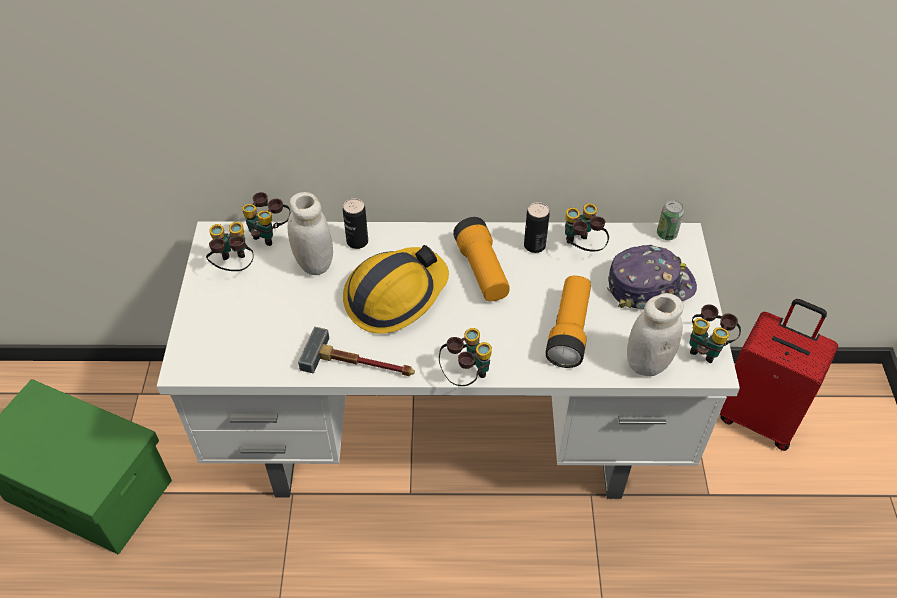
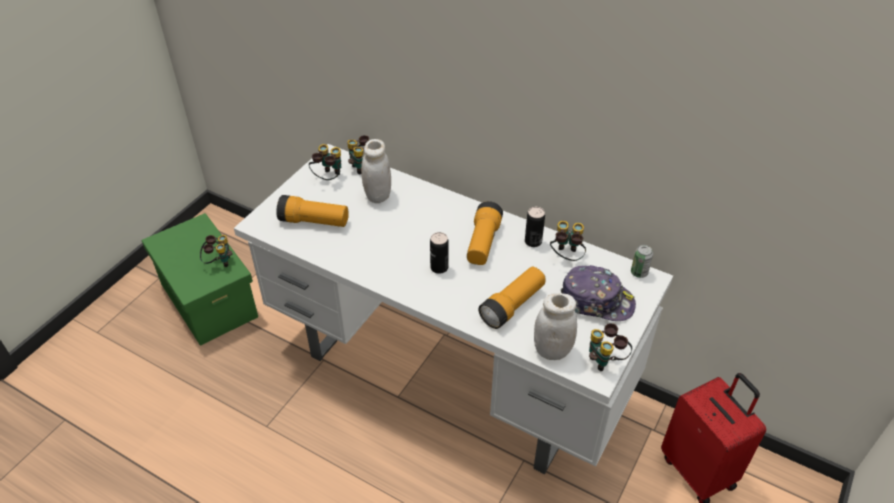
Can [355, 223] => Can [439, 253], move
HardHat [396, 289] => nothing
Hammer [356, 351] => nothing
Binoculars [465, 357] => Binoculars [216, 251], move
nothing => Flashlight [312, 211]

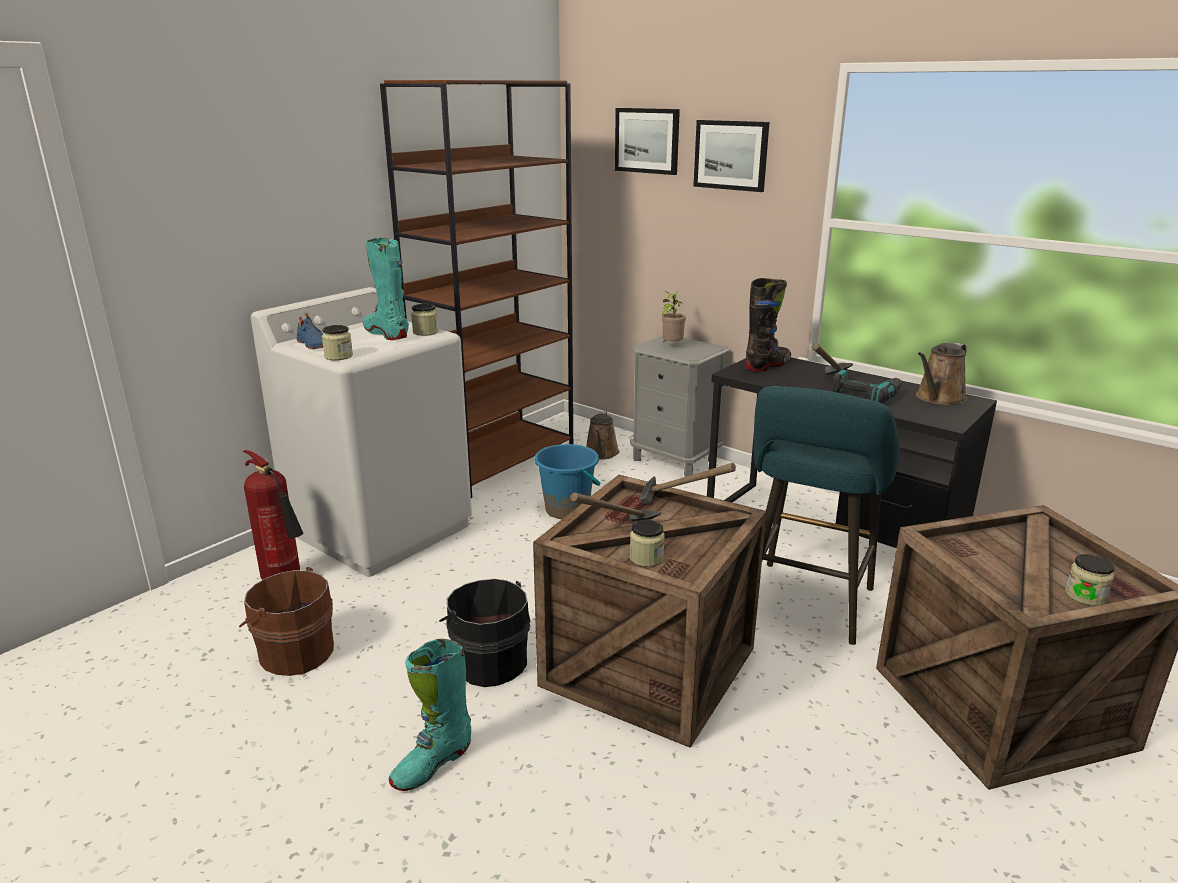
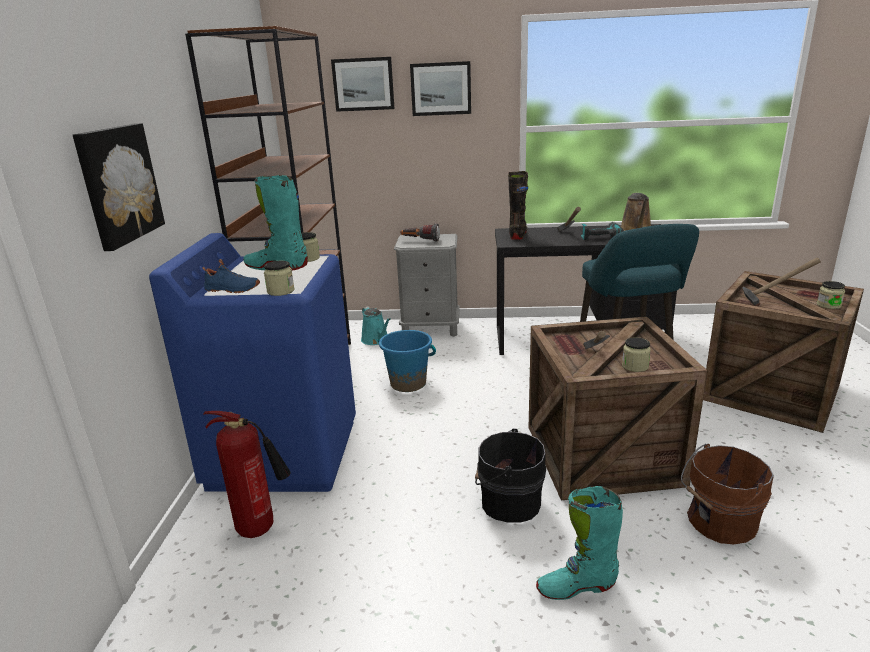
WhiteWashingMachine [361, 432] => BlueWashingMachine [252, 362]
PottedPlant [674, 316] => Flashlight [420, 232]
BrownWateringCan [602, 435] => TurquoiseWateringCan [376, 325]
Hammer [688, 483] => Hammer [781, 281], move
BrownBucket [286, 621] => BrownBucket [727, 494], move
TurquoiseBoot [429, 715] => TurquoiseBoot [579, 543], 75 degrees clockwise
nothing => Picture [119, 187]

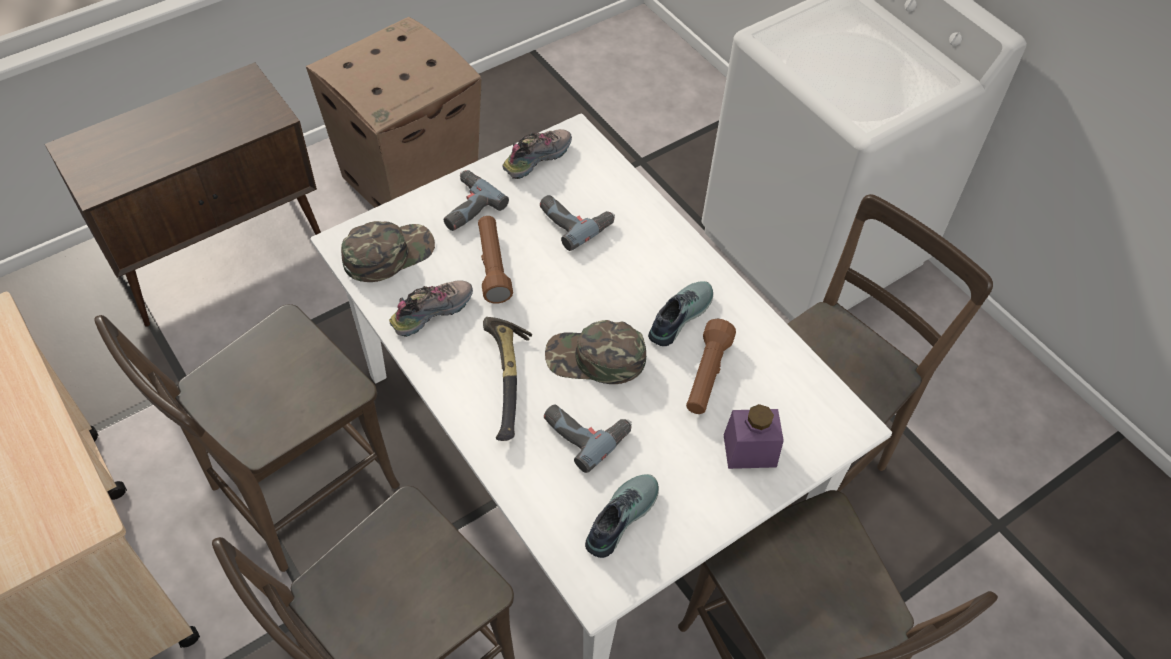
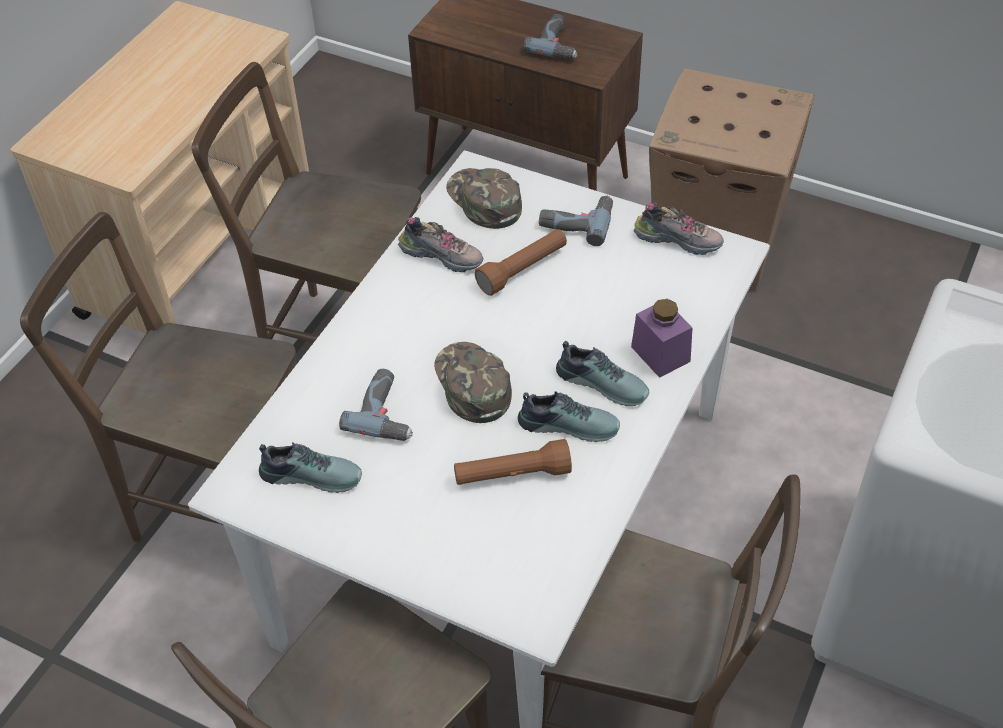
PowerDrill [577, 223] => PowerDrill [550, 37], move
GreenCap [388, 251] => GreenCap [484, 198], 150 degrees counterclockwise
Hammer [507, 379] => nothing
PurpleJar [754, 436] => PurpleJar [662, 338], move
nothing => Shoe [602, 373]

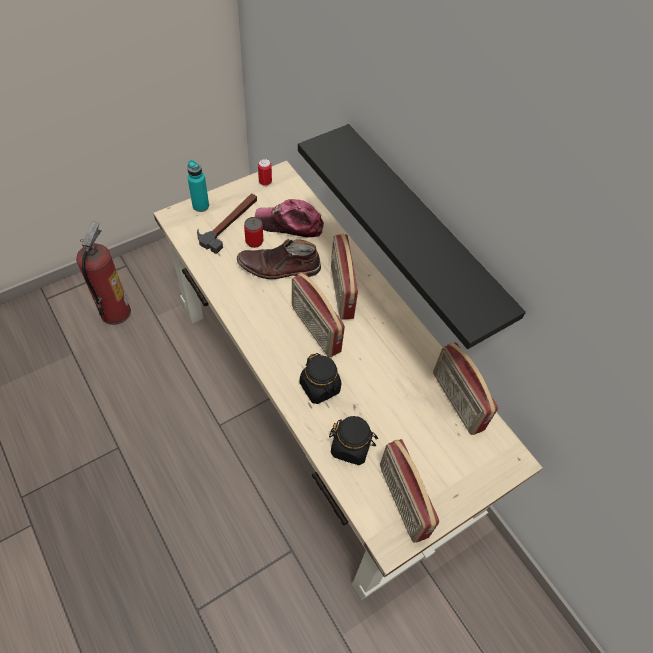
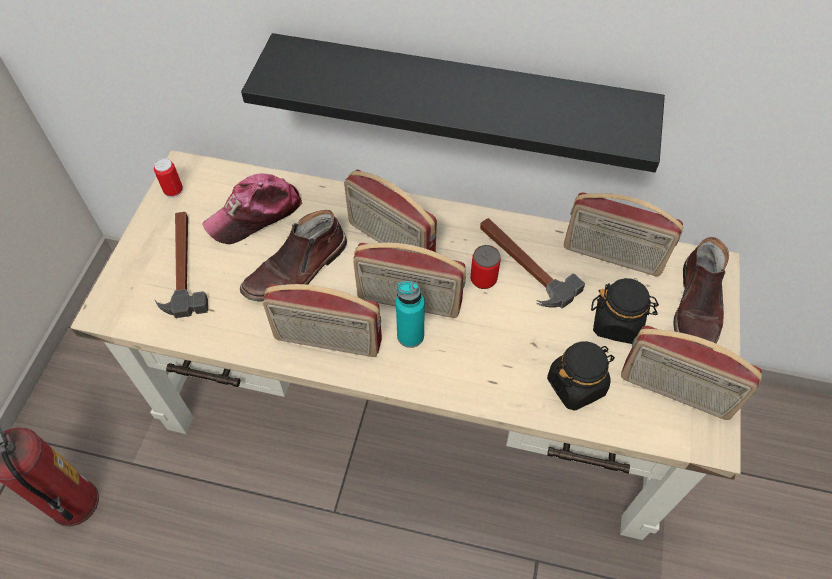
TurquoiseBottle [198, 186] => TurquoiseBottle [410, 314], move
Can [253, 232] => Can [485, 267], move
BlackJar [320, 378] => BlackJar [625, 311], move
nothing => Hammer [532, 263]
nothing => BrownBoot [701, 293]
nothing => Radio [322, 320]

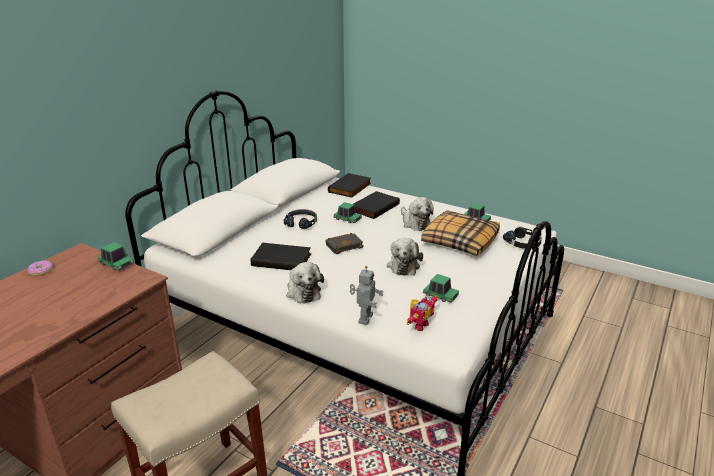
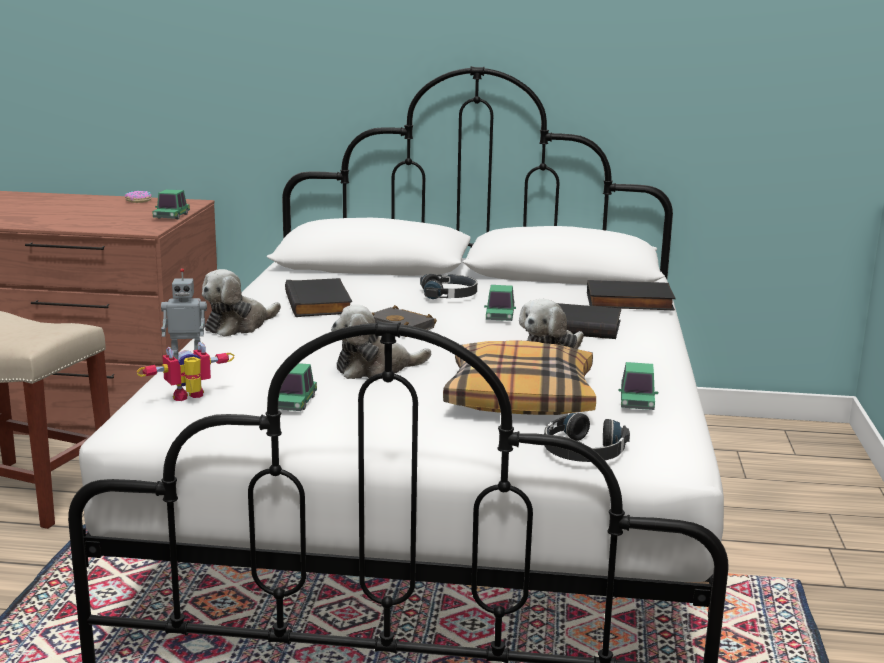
ToyRobot [422, 313] => ToyRobot [185, 371], 135 degrees clockwise

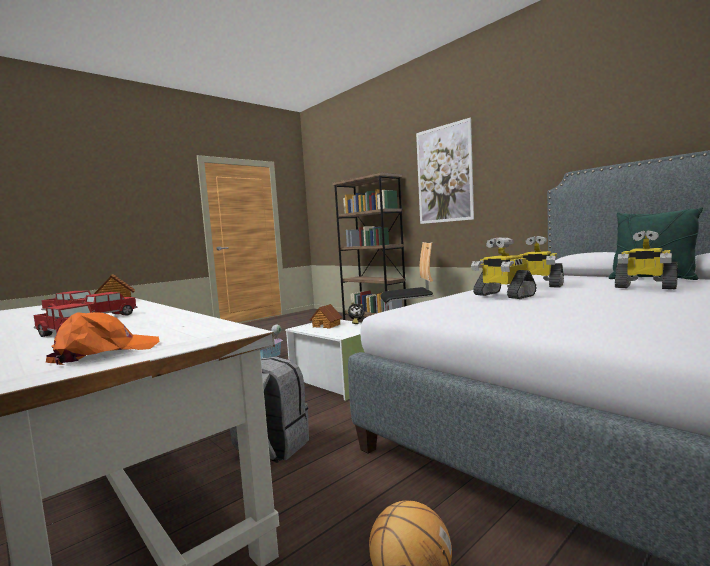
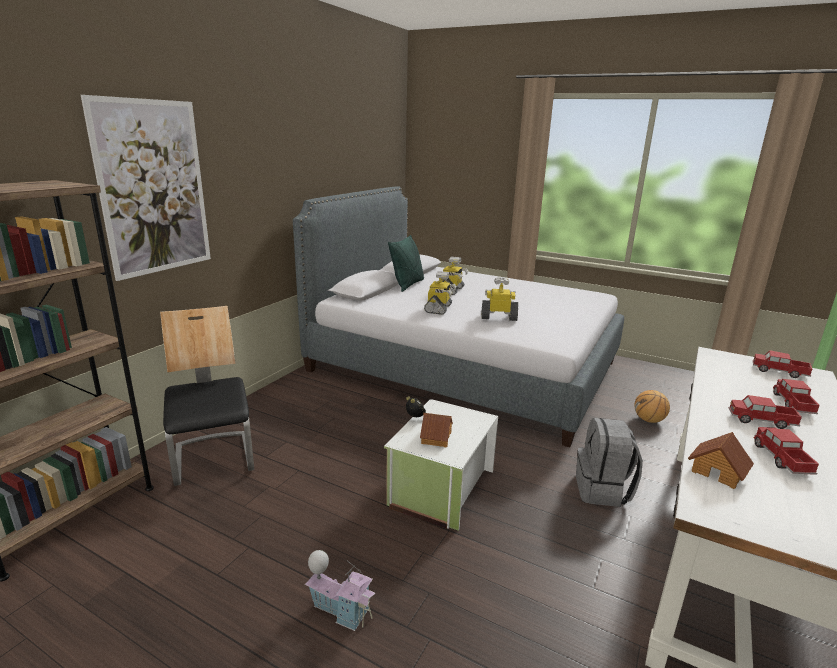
ToyRobot [504, 268] => ToyRobot [499, 298], 120 degrees counterclockwise
OrangeCap [103, 338] => ToyTruck [782, 364]

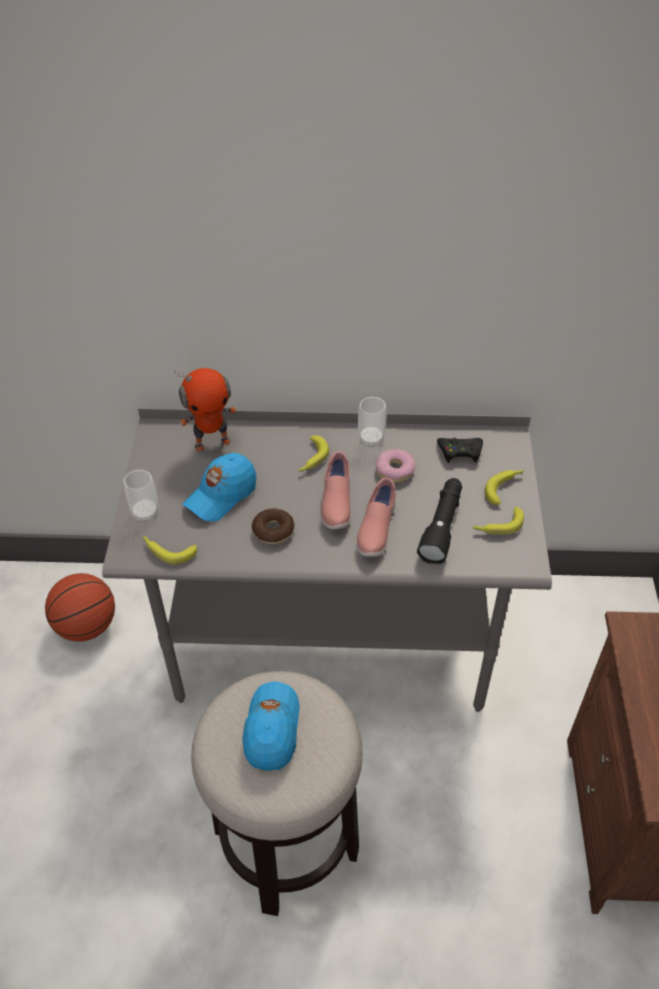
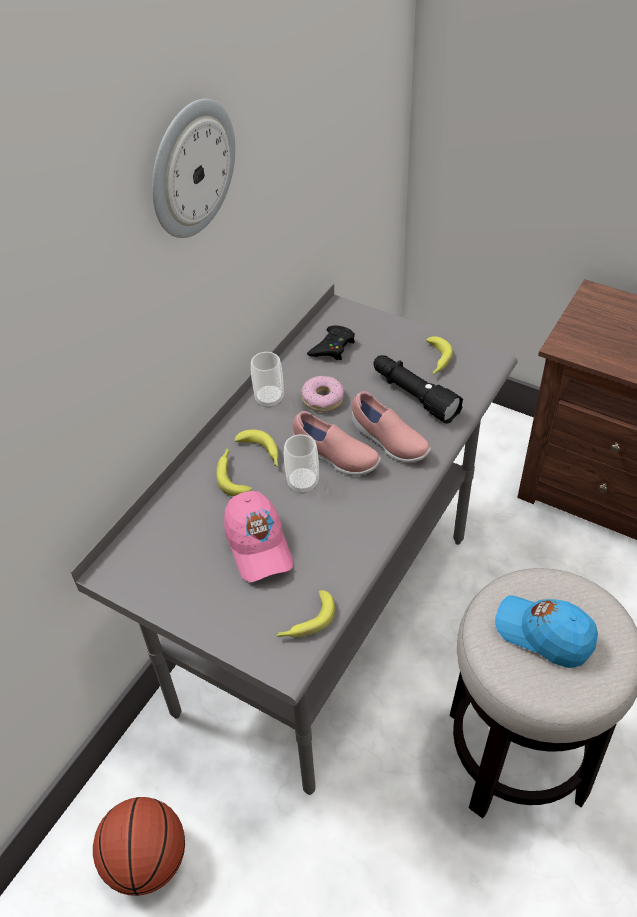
ToyRobot [206, 410] => nothing
BlueCap [220, 487] => PinkCap [258, 536]
Banana [504, 487] => Banana [234, 472], move
Cup [141, 496] => Cup [301, 464], move
Donut [273, 526] => nothing
nothing => WallClock [193, 168]

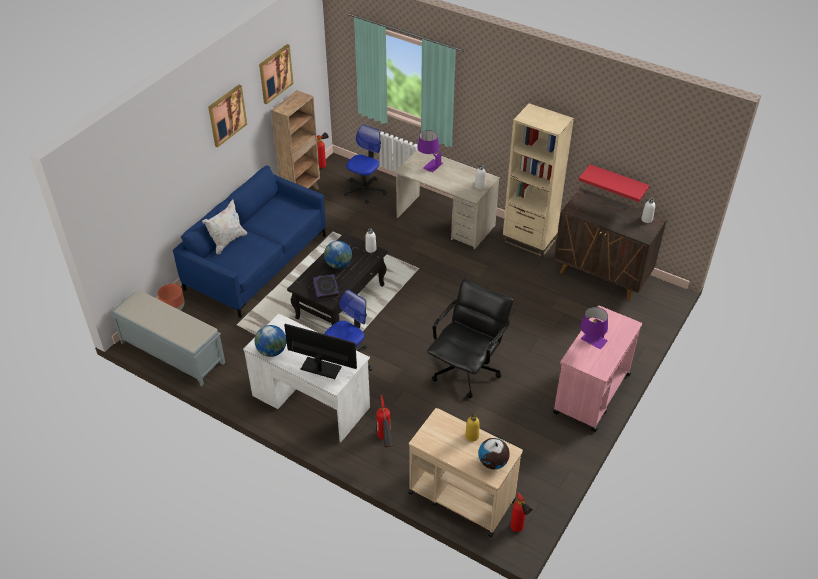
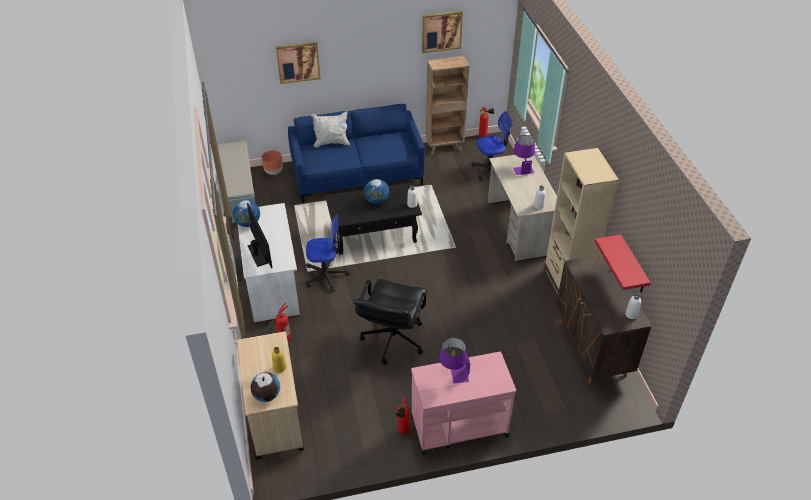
Picture [227, 116] => Picture [298, 63], move
Book [326, 287] => nothing
BlackOfficeChair [470, 338] => BlackOfficeChair [390, 321], 120 degrees clockwise
FireExtinguisher [521, 512] => FireExtinguisher [403, 415], move

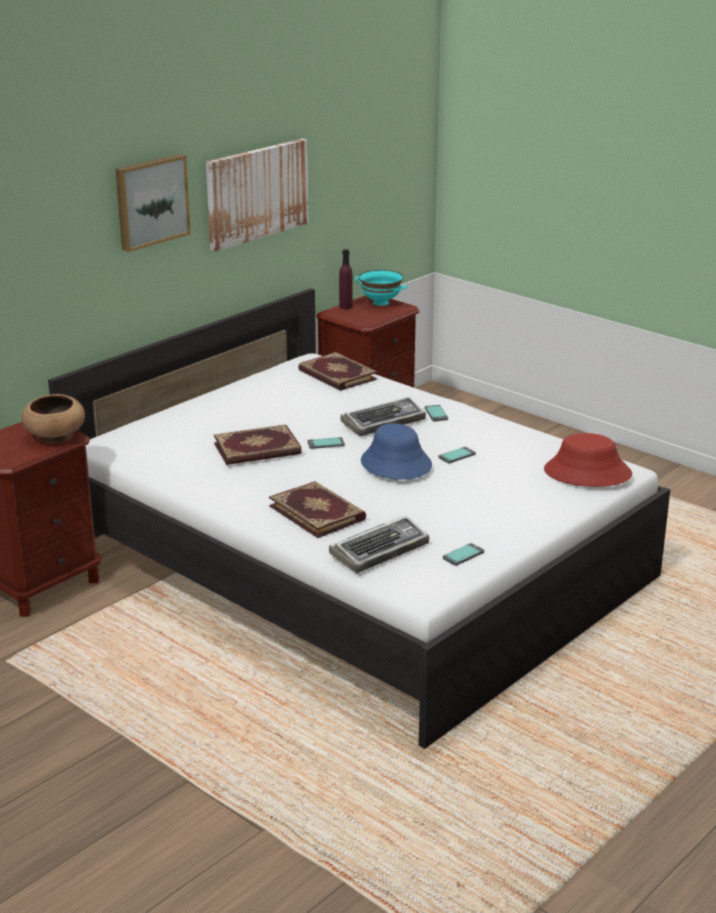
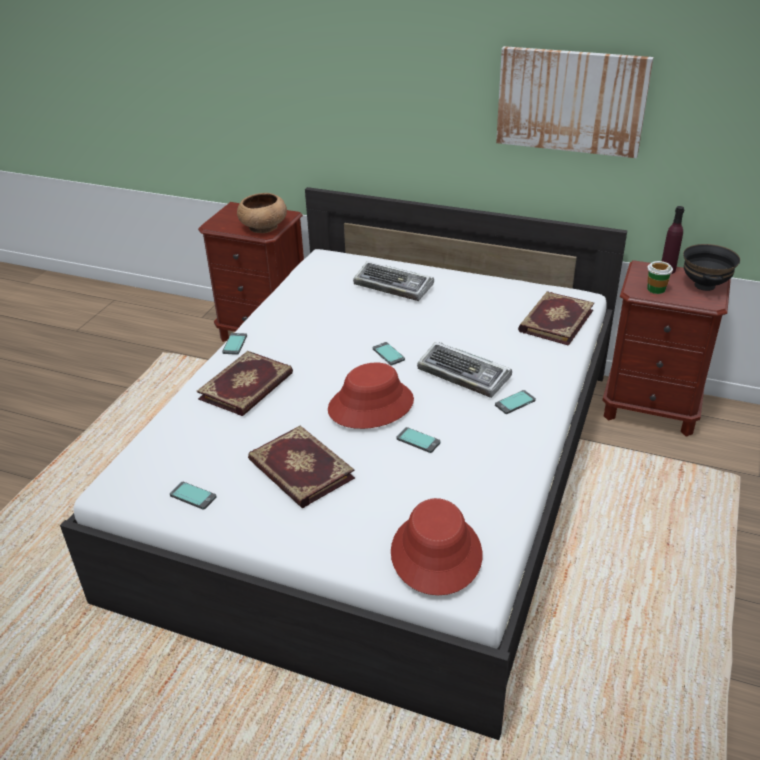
Picture [153, 203] => nothing
TurquoiseBowl [381, 288] => BlackBowl [711, 267]
BlueHat [396, 452] => RedHat [371, 395]
Book [258, 445] => Book [301, 466], move
Keyboard [379, 544] => Keyboard [393, 281], move
nothing => Cup [660, 277]
nothing => Phone [234, 344]

